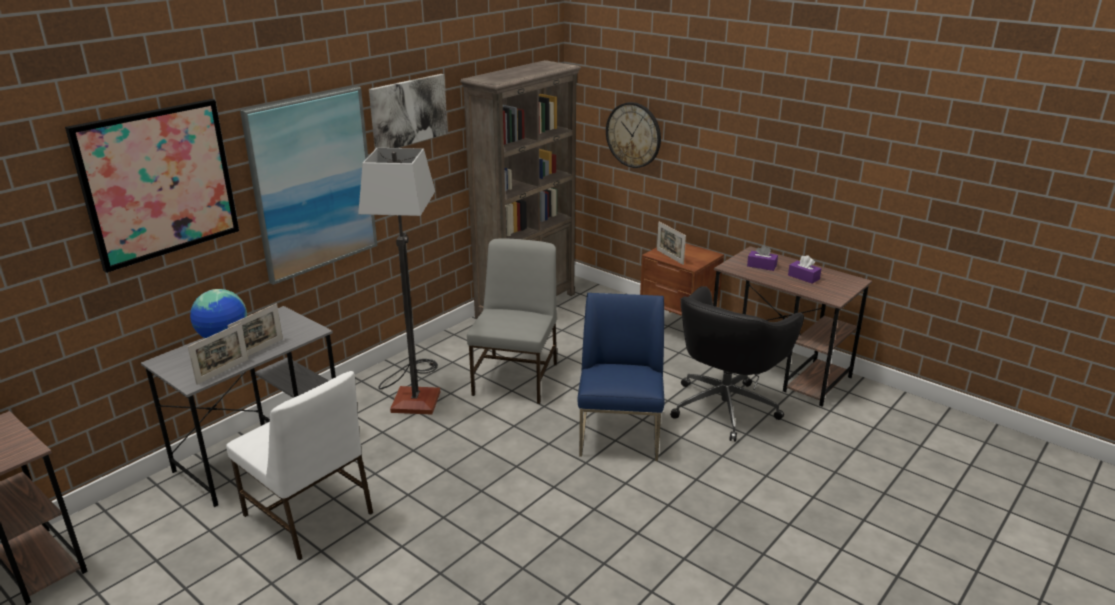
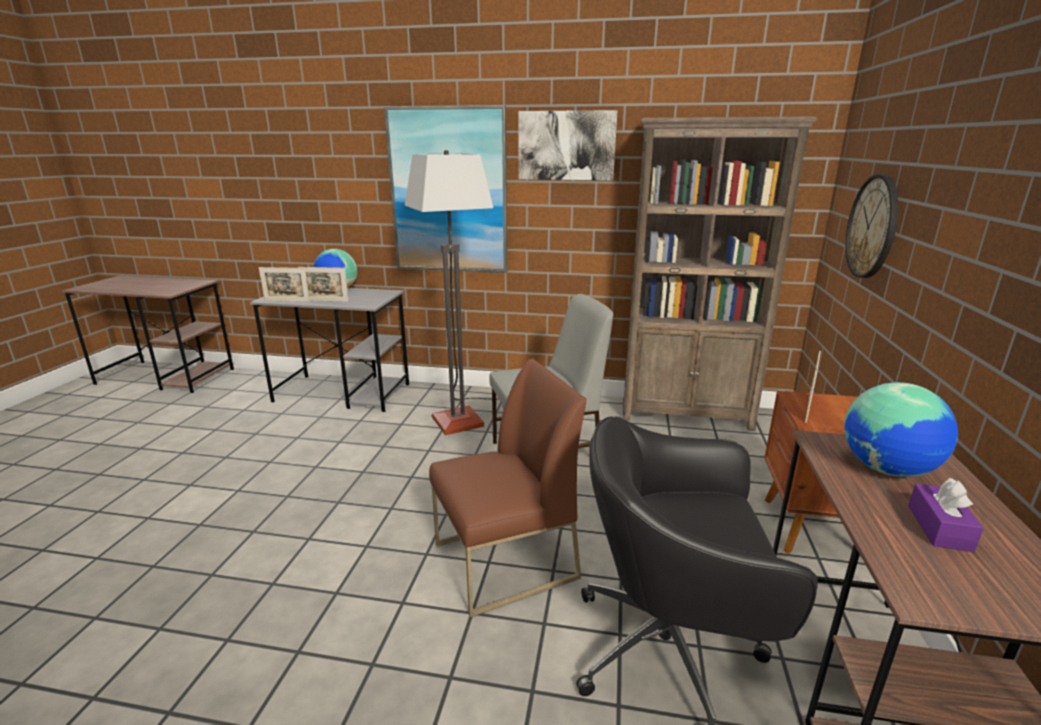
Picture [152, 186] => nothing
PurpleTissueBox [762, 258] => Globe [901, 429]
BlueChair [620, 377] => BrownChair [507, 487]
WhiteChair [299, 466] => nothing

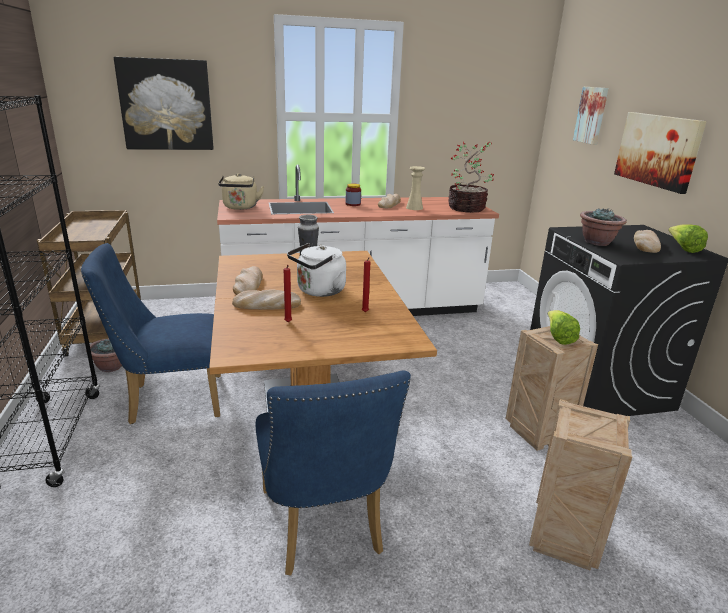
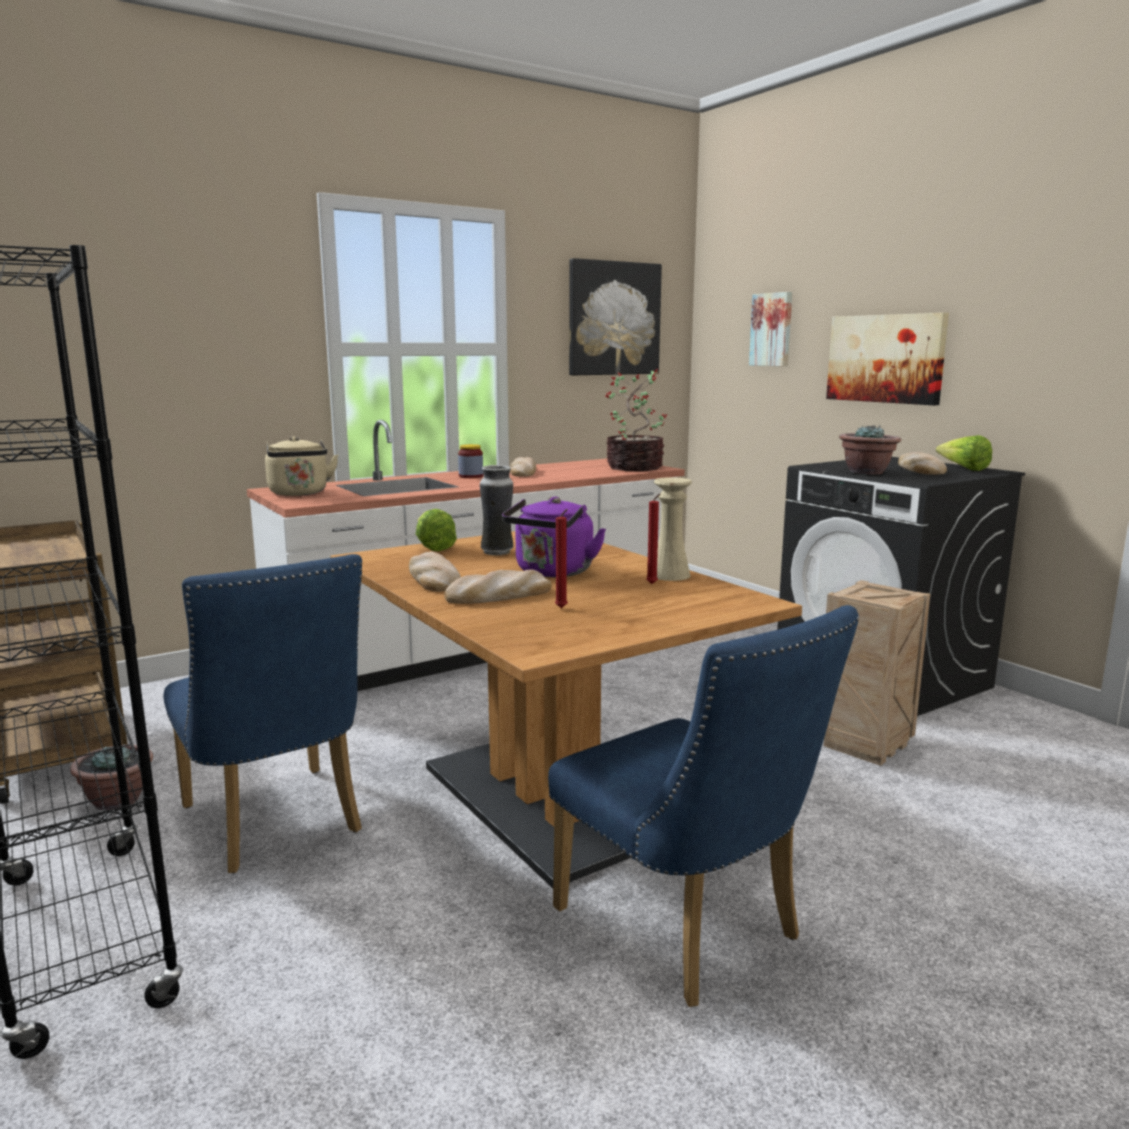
Picture [164, 103] => Picture [615, 316], move
BeigeVase [415, 188] => BeigeVase [673, 529], move
BlueChair [151, 333] => BlueChair [263, 714], 90 degrees counterclockwise
WhiteKettle [316, 270] => PurpleKettle [554, 537]
Lettuce [564, 327] => Lettuce [436, 530], move
Crate [580, 484] => nothing

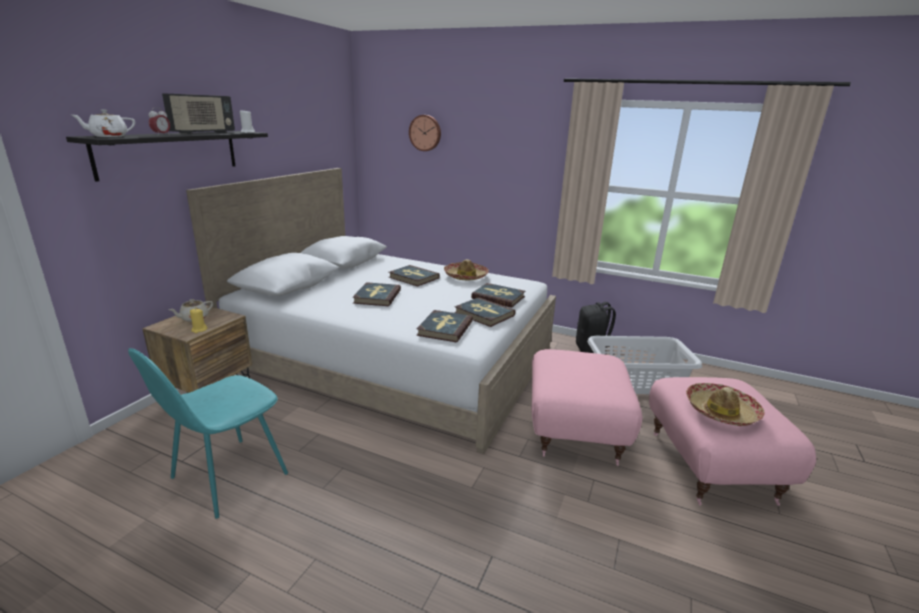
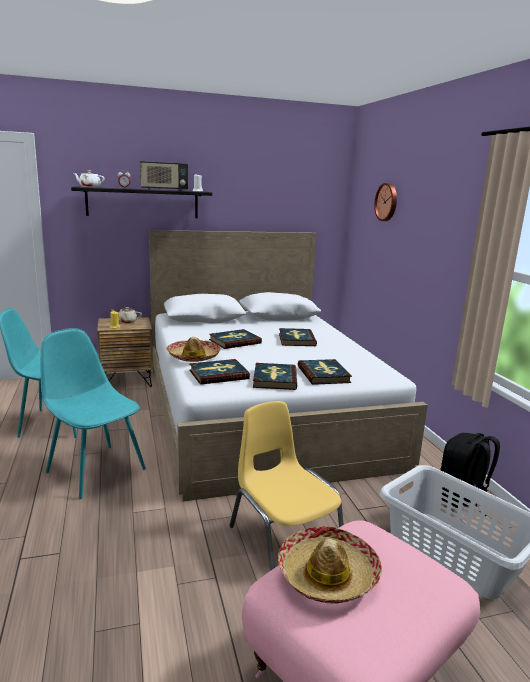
Hat [466, 269] => Hat [193, 349], move
PinkOttoman [587, 407] => YellowChair [287, 486]
nothing => TurquoiseChair [93, 413]

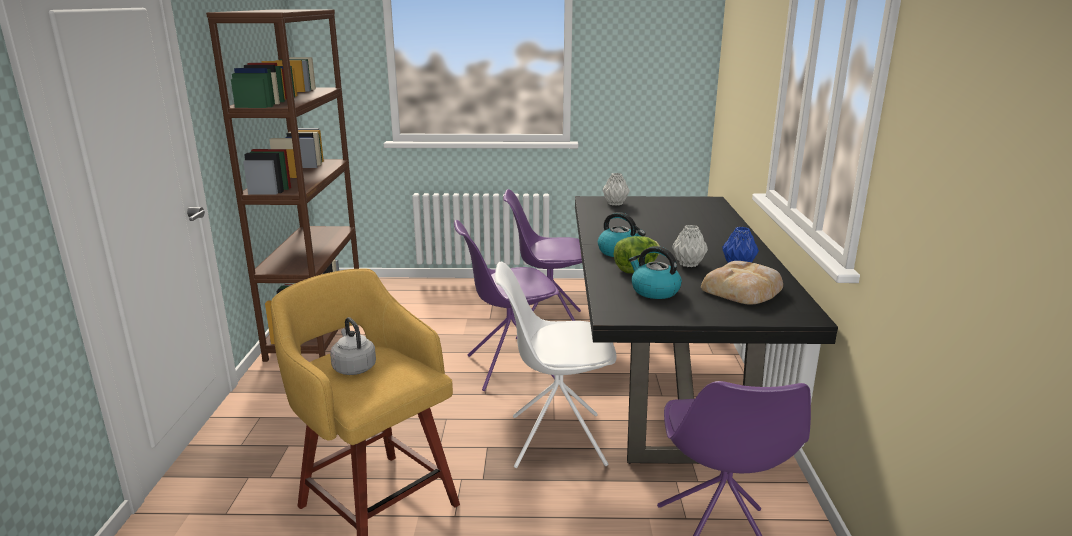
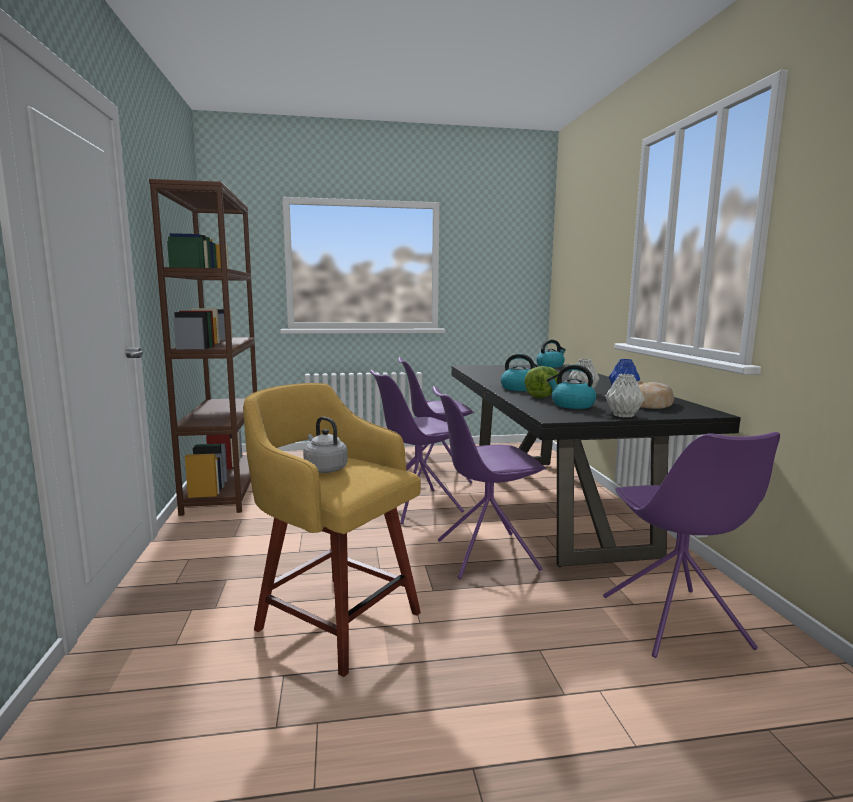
GreyVase [616, 189] => GreyVase [624, 396], move
WhiteChair [555, 365] => PurpleChair [489, 482]
nothing => Kettle [551, 354]

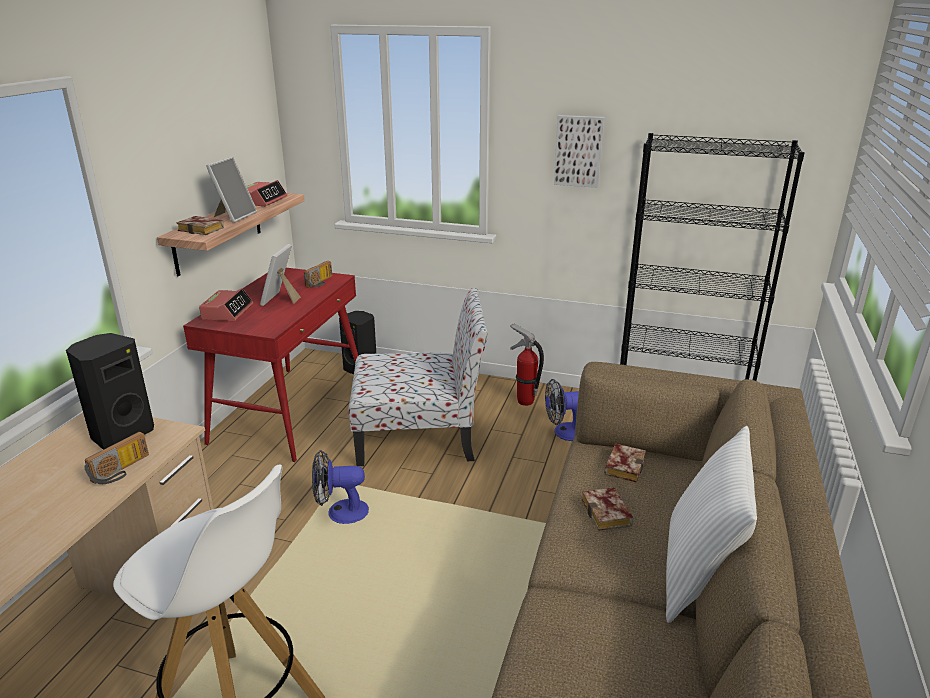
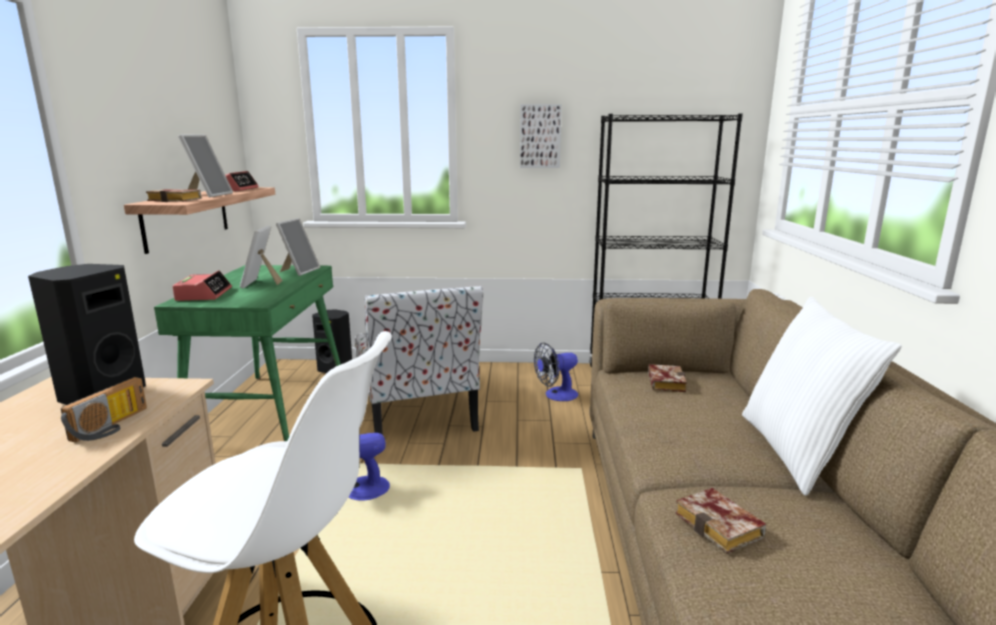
Radio [318, 274] => PictureFrame [298, 247]
RedDesk [270, 365] => GreenDesk [247, 353]
Chair [418, 377] => Chair [419, 360], 90 degrees clockwise
FireExtinguisher [527, 364] => nothing
Book [607, 509] => Book [720, 521], move

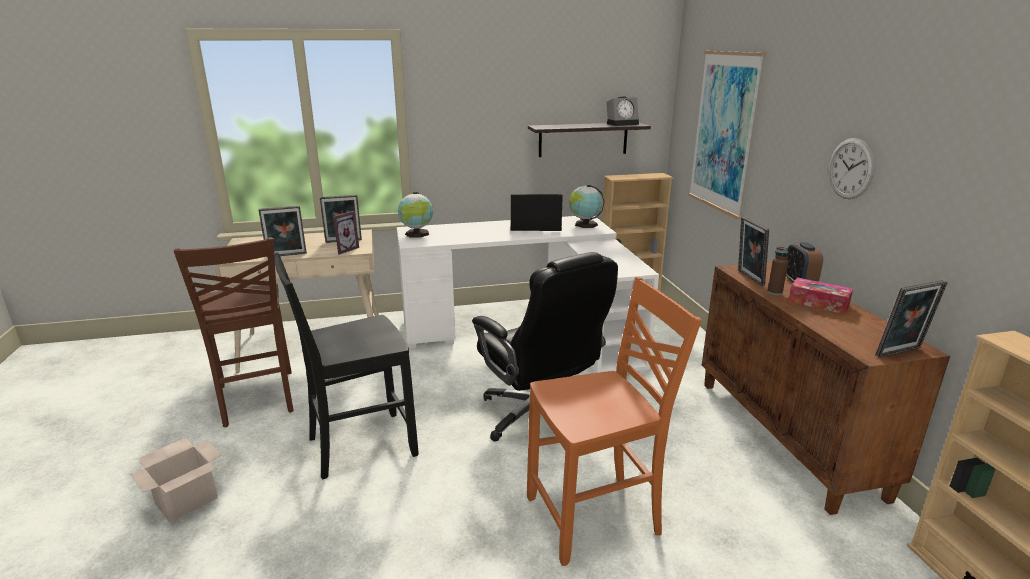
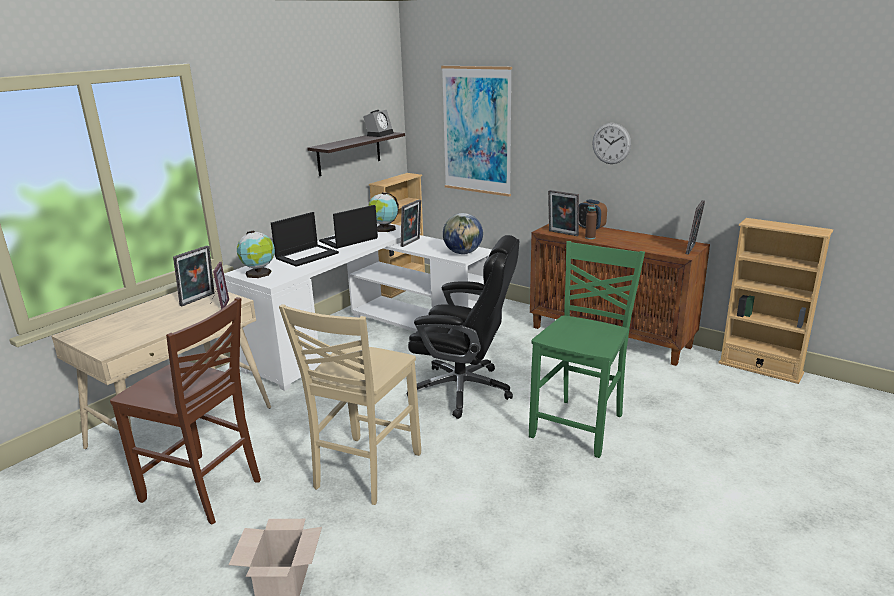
PictureFrame [282, 232] => PictureFrame [411, 223], move
BlackChair [346, 365] => BeigeChair [350, 404]
OrangeChair [614, 421] => GreenChair [587, 349]
TissueBox [820, 295] => nothing
nothing => Laptop [305, 239]
nothing => Globe [463, 233]

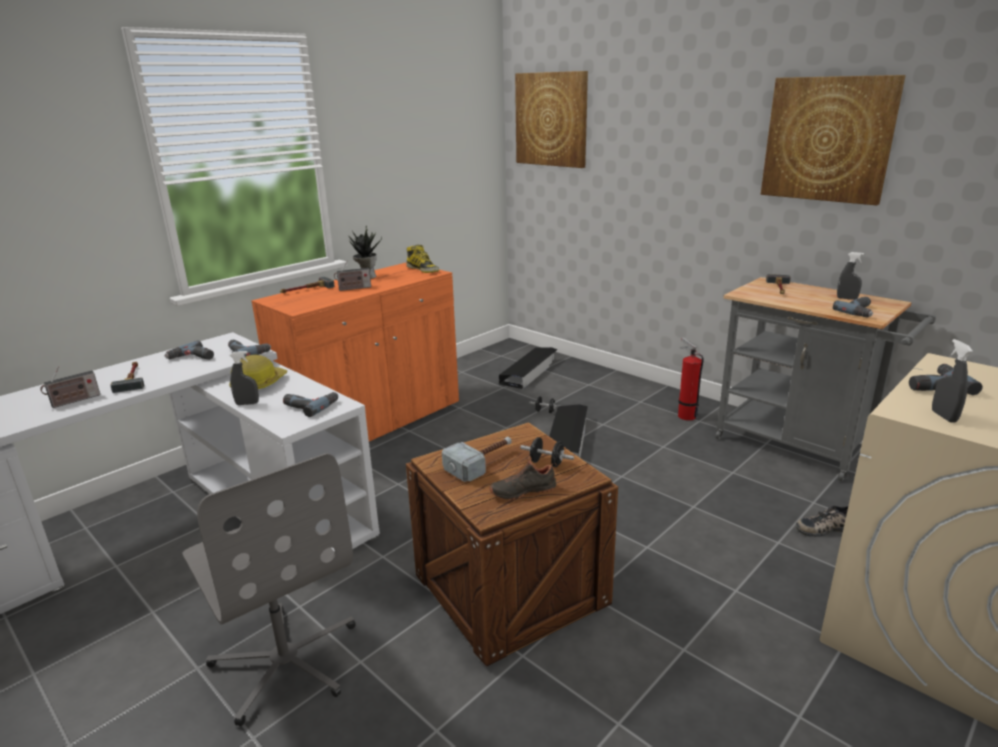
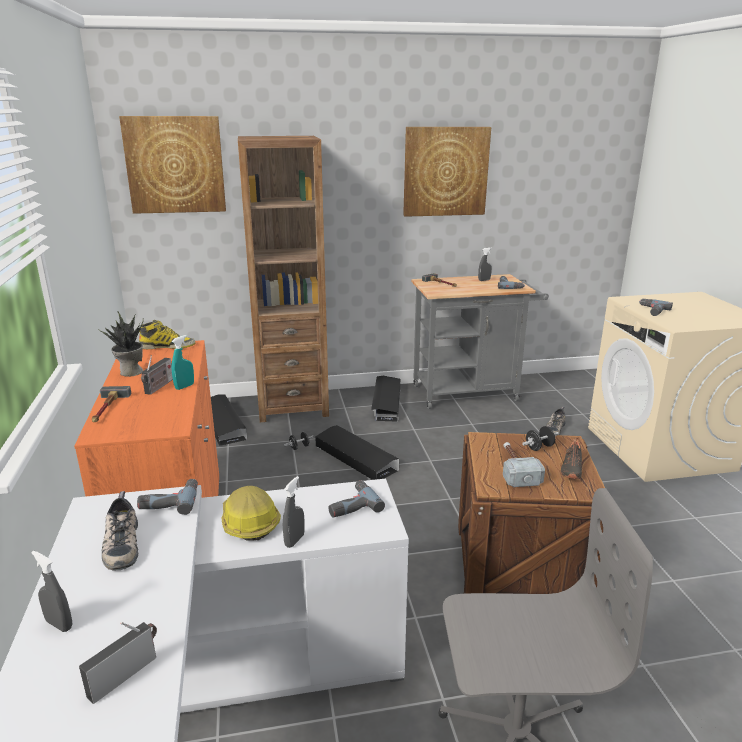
FireExtinguisher [691, 378] => BlackStorageBox [385, 399]
GreySprayBottle [952, 381] => GreySprayBottle [51, 591], move
PowerDrill [189, 350] => Shoe [120, 531]
Hammer [127, 377] => nothing
Radio [70, 387] => Radio [118, 663], 135 degrees counterclockwise
nothing => BrownBookcase [283, 279]
nothing => TurquoiseSprayBottle [183, 362]

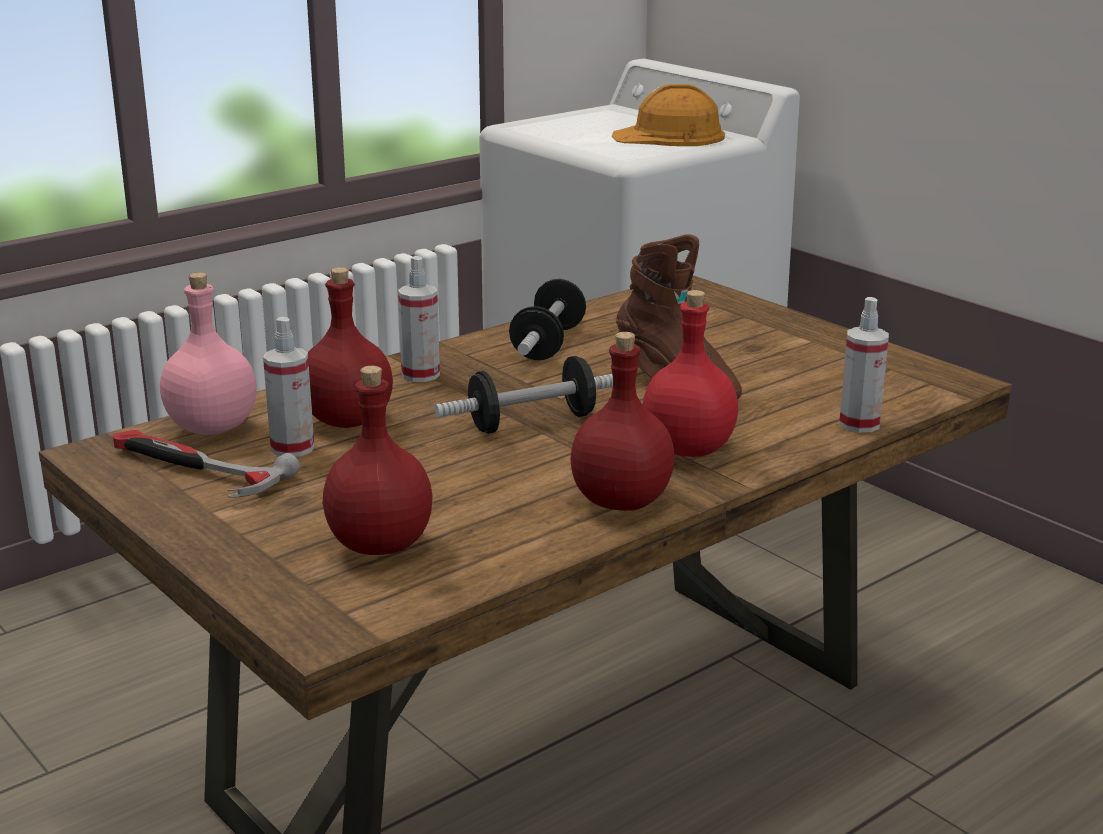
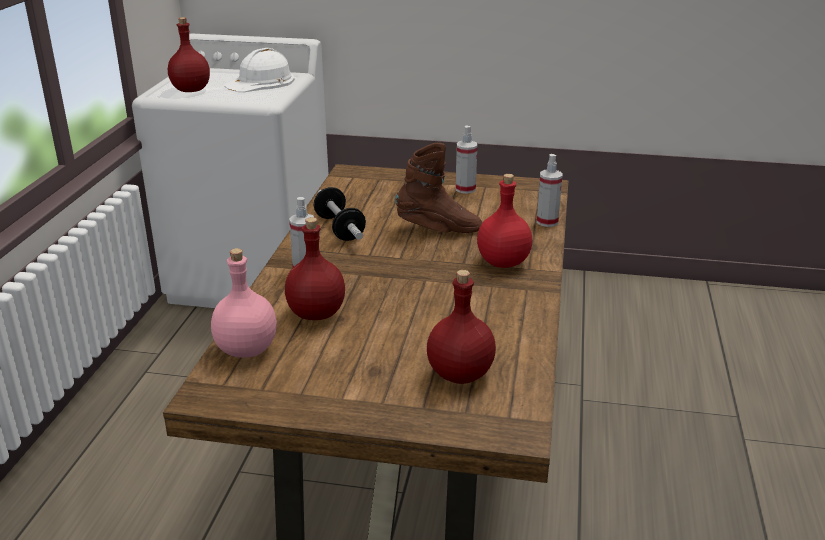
OrangeHardHat [668, 115] => WhiteHardHat [259, 70]
SprayBottle [288, 387] => SprayBottle [466, 160], move
RedBottle [622, 421] => RedBottle [189, 54], move
Dumbbell [523, 395] => nothing
Hammer [206, 464] => nothing

